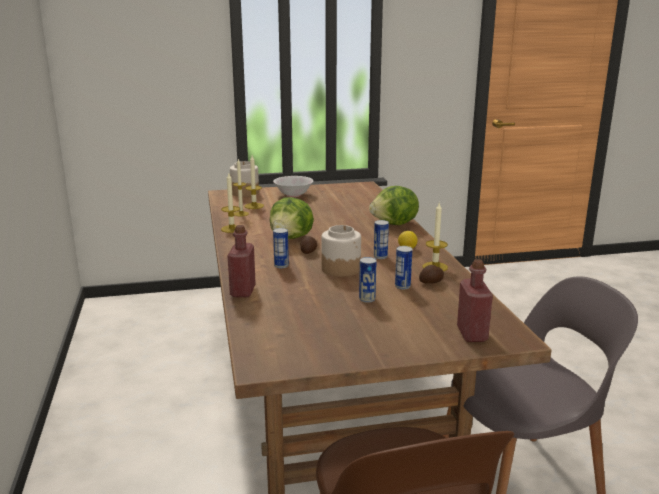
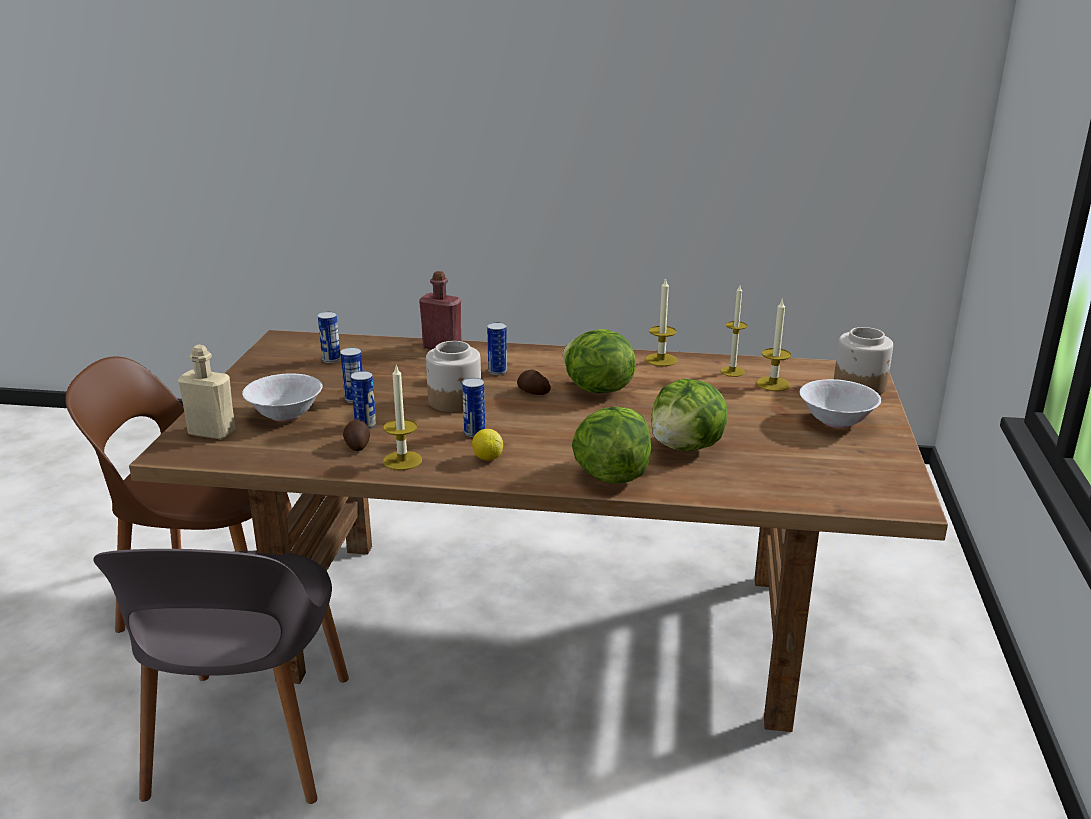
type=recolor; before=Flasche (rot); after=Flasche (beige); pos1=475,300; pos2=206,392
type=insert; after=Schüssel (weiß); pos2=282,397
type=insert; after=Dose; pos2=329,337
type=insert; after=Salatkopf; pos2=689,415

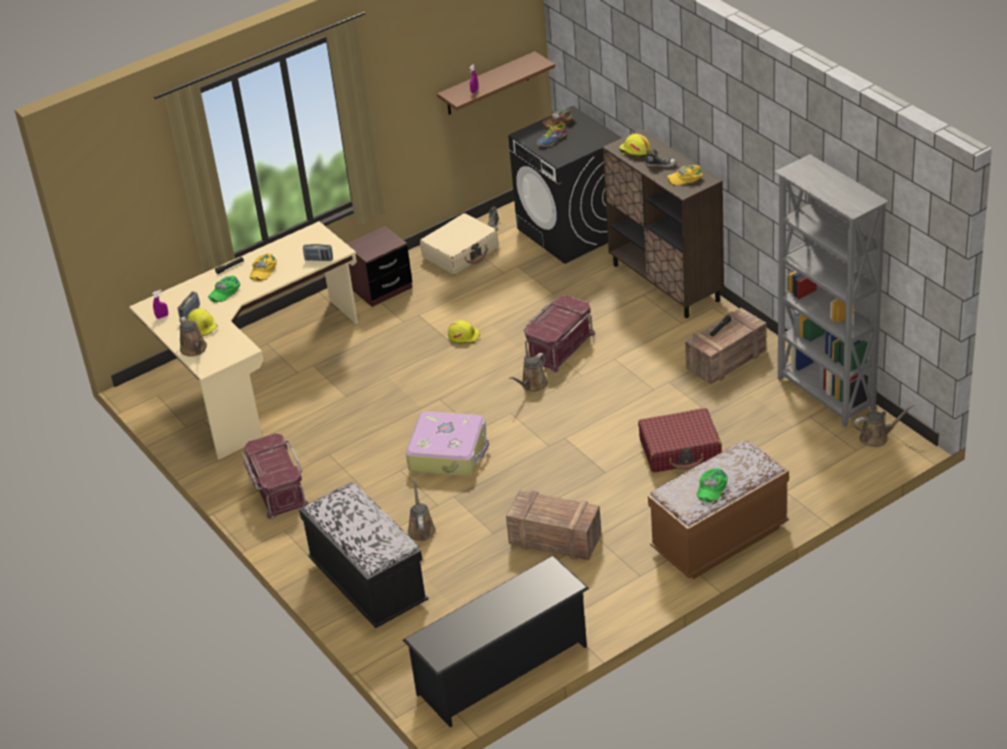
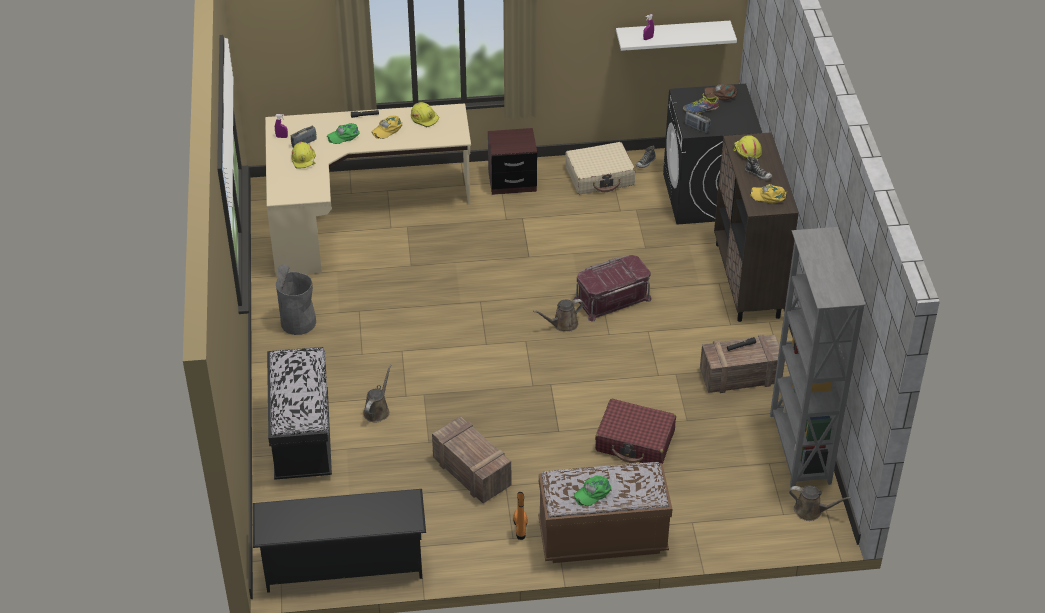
type=replace; before=Aufbewahrungsbox (rot); after=Mülleimer (grau); pos1=275,476; pos2=296,299
type=move; before=Schutzhelm (gelb); pos1=464,332; pos2=425,114
type=insert; after=Stiefel (orange); pos2=520,516
type=recolor; before=Wandregal (braun); after=Wandregal (weiß); pos1=496,83; pos2=676,36
type=move; before=Radio; pos1=318,252; pos2=698,121
type=delete; before=Gießkanne (braun); pos1=193,336
type=delete; before=Koffer; pos1=447,443

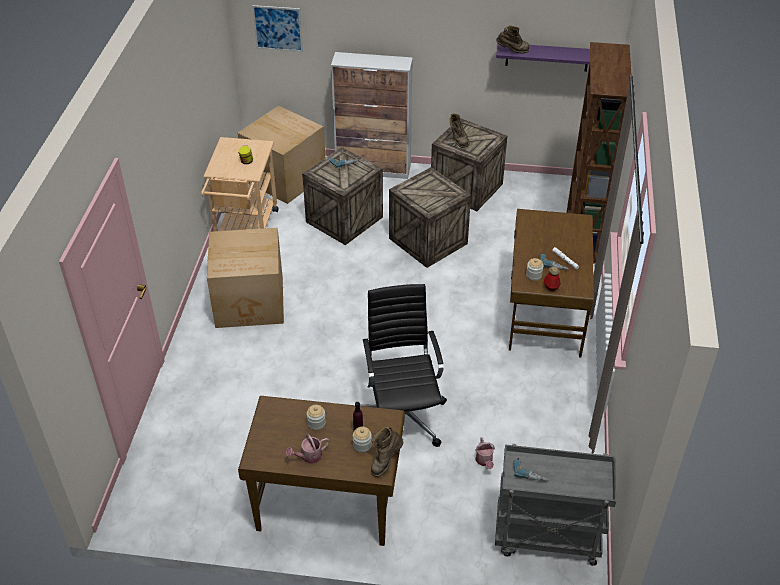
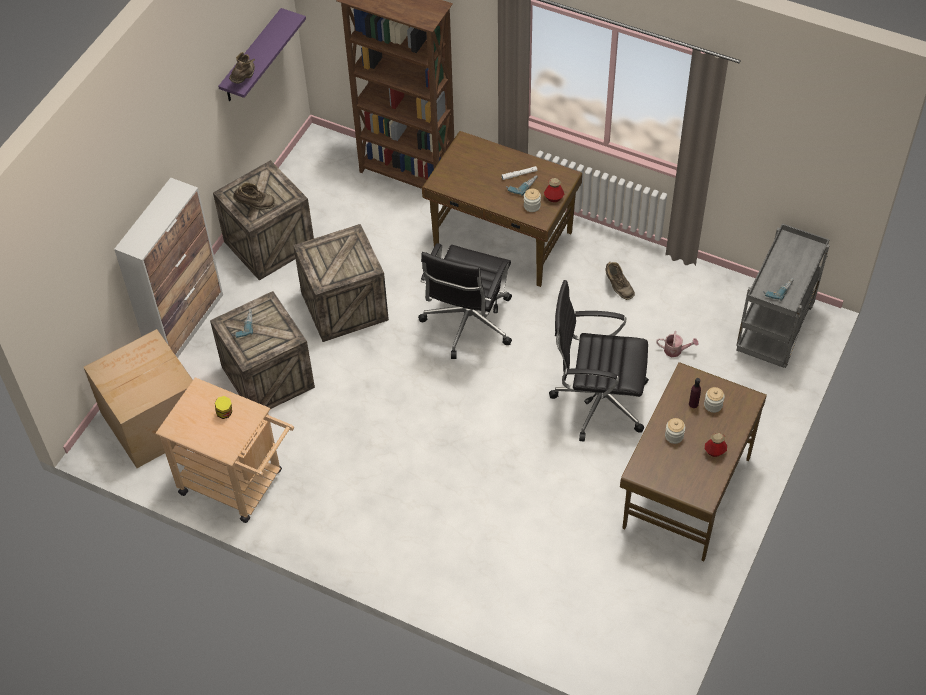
type=insert; after=Bürostuhl (schwarz); pos2=465,301
type=move; before=Stiefel (braun); pos1=387,452; pos2=620,281
type=replace; before=Gießkanne; after=Flasche; pos1=307,449; pos2=716,444
type=delete; before=Karton; pos1=245,278
type=delete; before=Bild; pos1=277,28

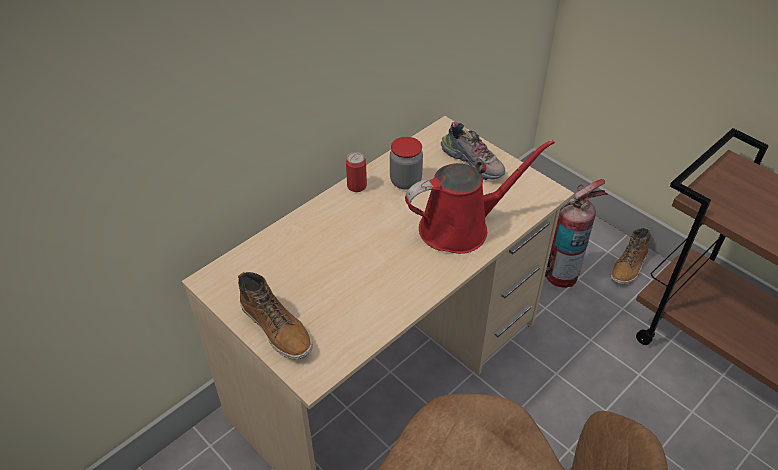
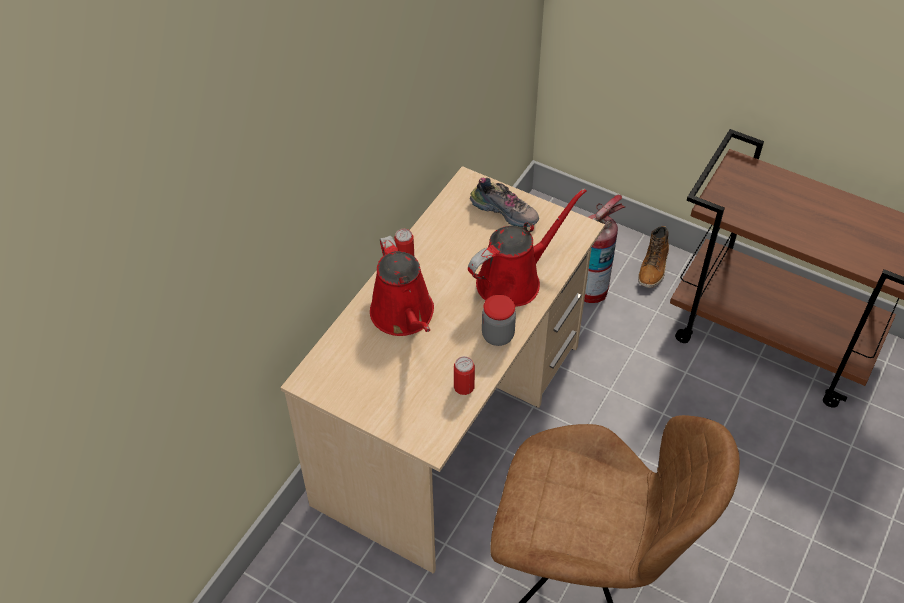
type=insert; after=Gießkanne (rot); pos2=402,286
type=insert; after=Dose; pos2=464,375
type=move; before=Vorratsglas; pos1=406,163; pos2=499,320
type=delete; before=Stiefel; pos1=275,316

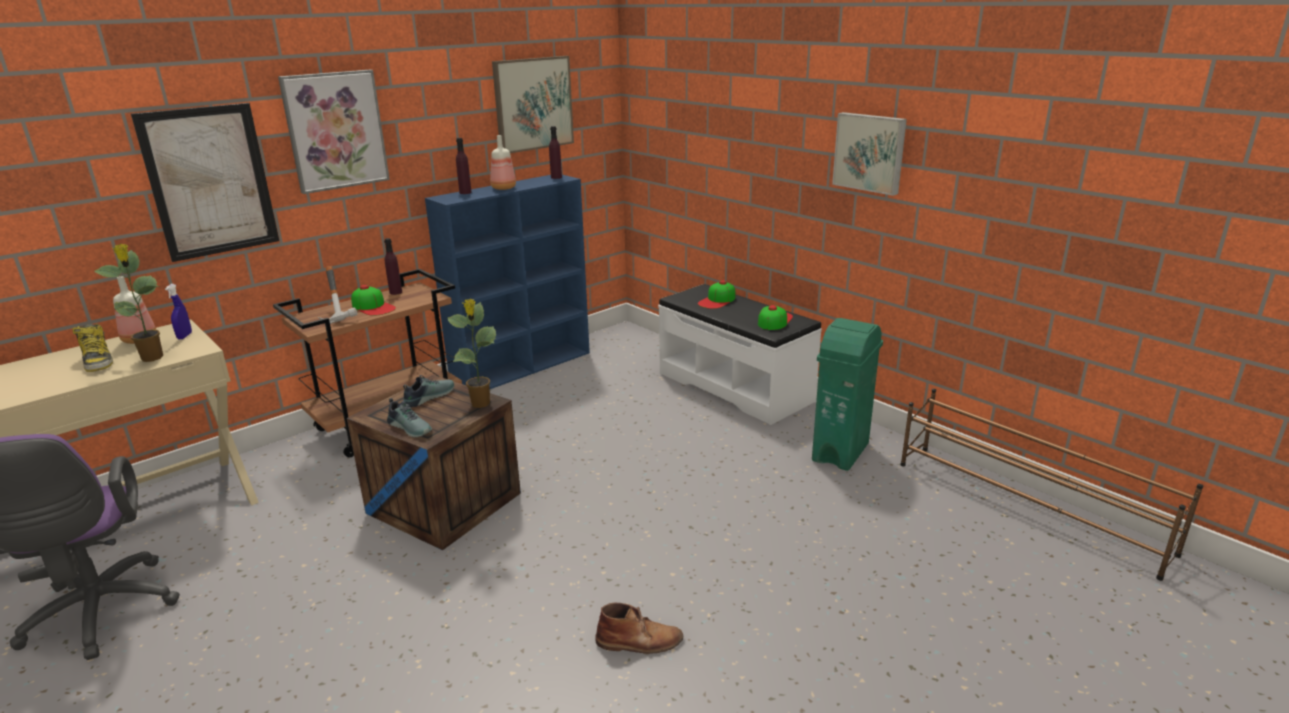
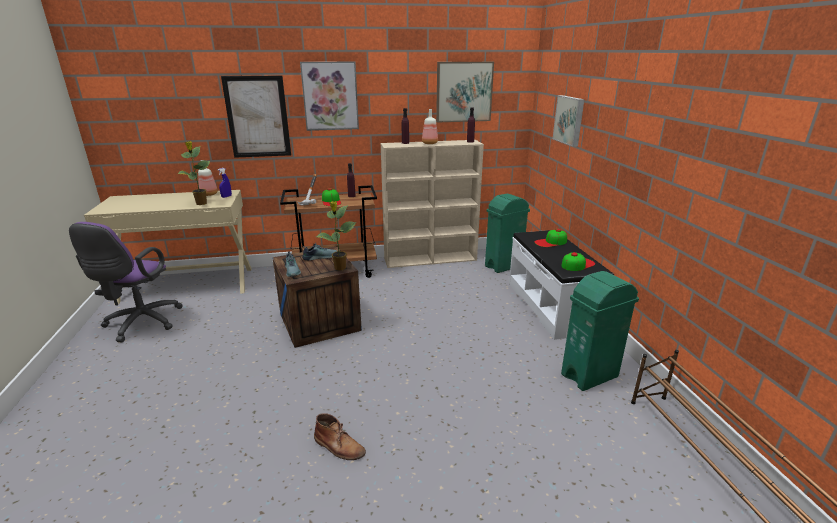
type=recolor; before=Bücherregal (blau); after=Bücherregal (beige); pos1=507,282; pos2=432,204
type=insert; after=Mülleimer (grün); pos2=507,233
type=move; before=Bild; pos1=869,154; pos2=569,121
type=delete; before=Stiefel; pos1=92,348

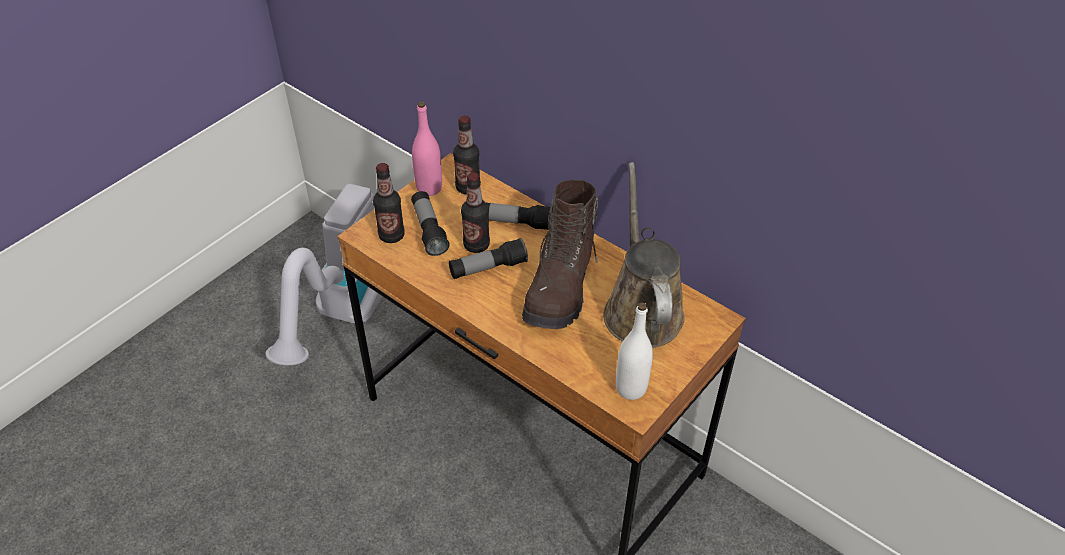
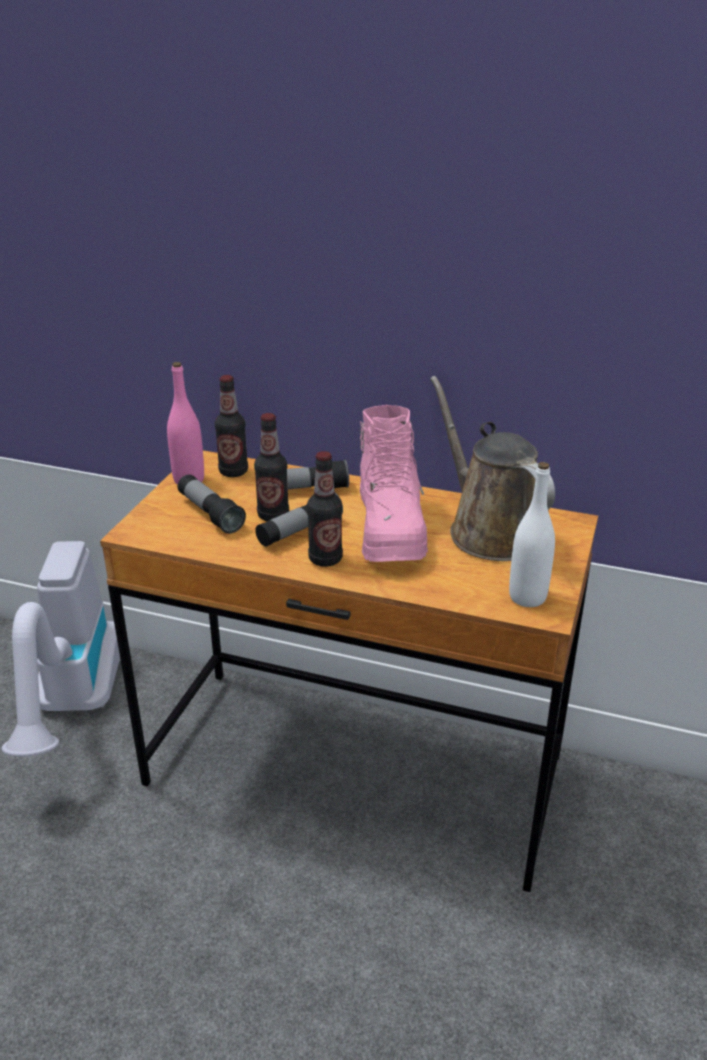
type=move; before=Flasche; pos1=389,203; pos2=325,509
type=recolor; before=Stiefel (braun); after=Stiefel (rosa); pos1=561,254; pos2=394,483

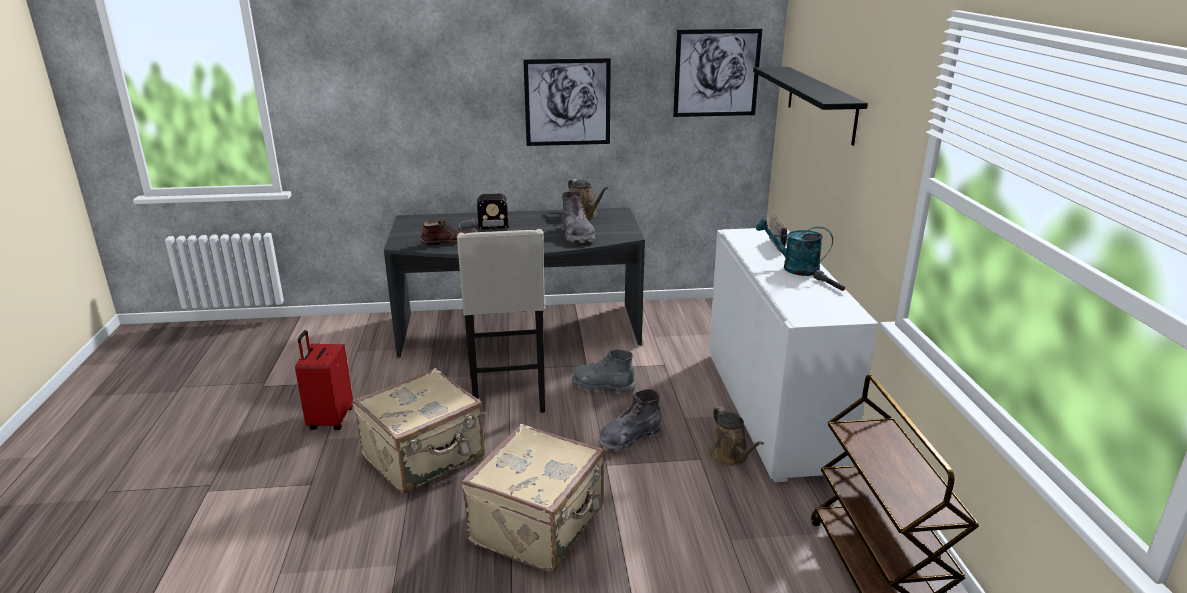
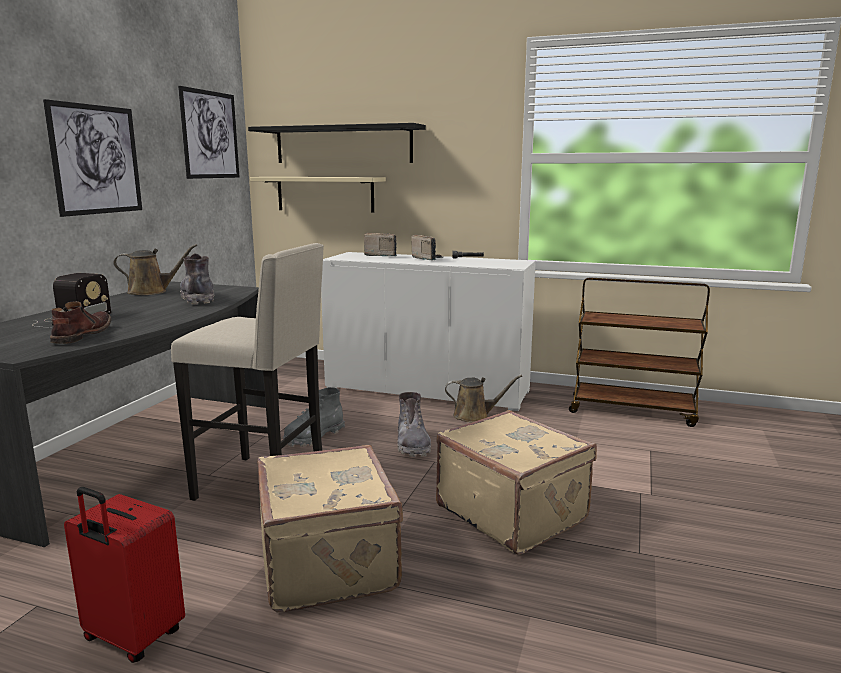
type=rotate; before=Stiefel (grau); pos1=578,217; pos2=197,279; turn=-120
type=insert; after=Wandregal (beige); pos2=318,194
type=replace; before=Gießkanne (türkis); after=Radio; pos1=794,247; pos2=427,247

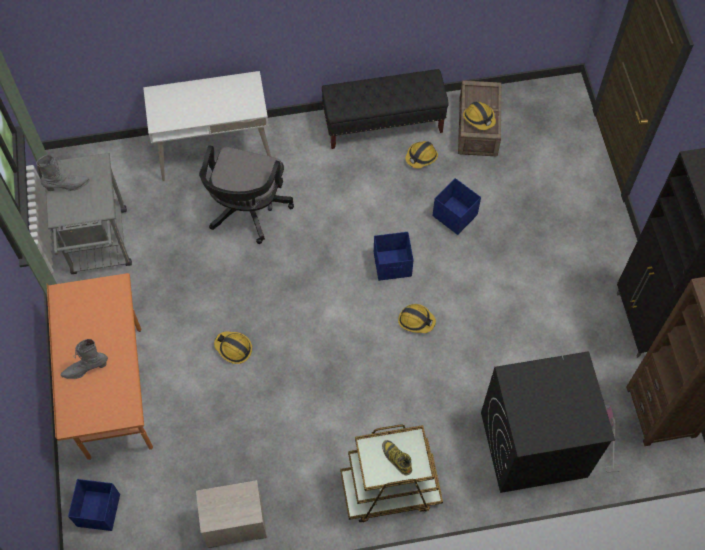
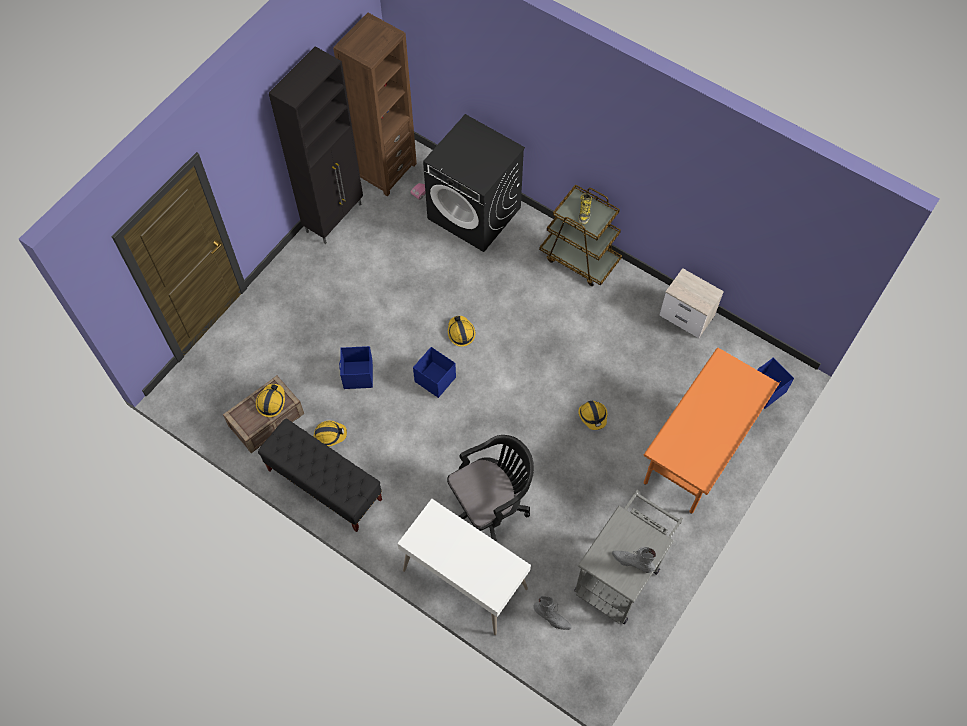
type=move; before=Stiefel (grau); pos1=84,359; pos2=553,613

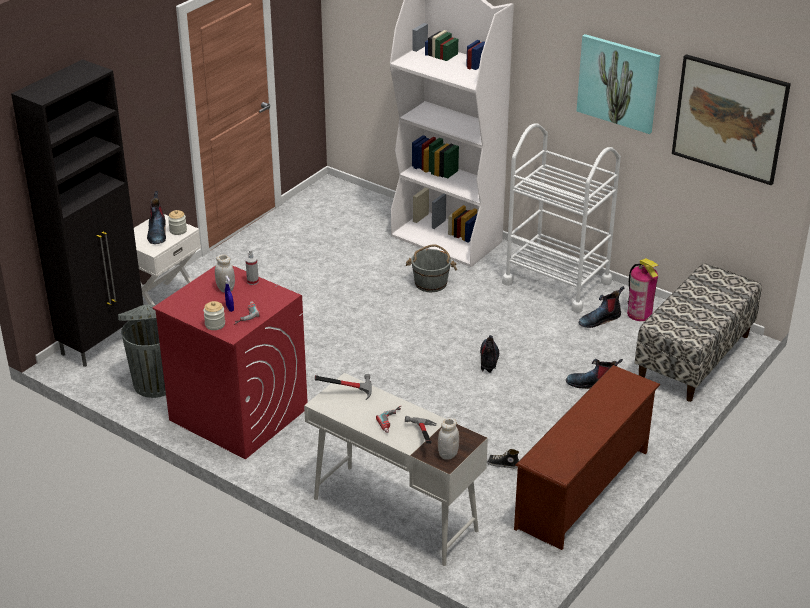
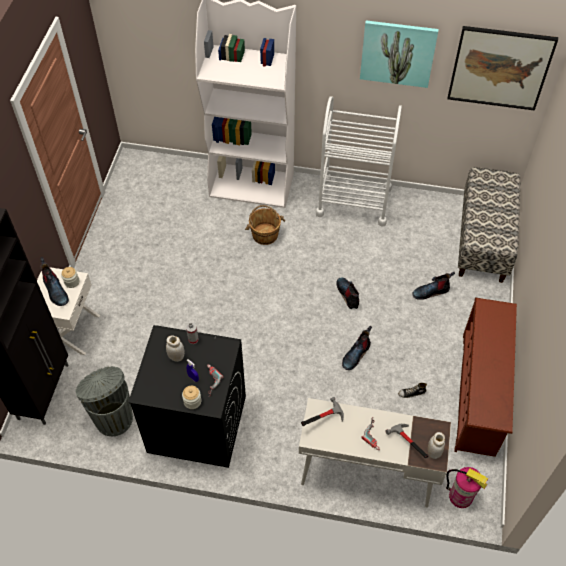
type=recolor; before=Waschmaschine (rot); after=Waschmaschine (schwarz); pos1=230,362; pos2=187,396
type=recolor; before=Eimer (grau); after=Eimer (braun); pos1=431,268; pos2=265,225
type=move; before=Stiefel; pos1=602,307; pos2=357,348
type=move; before=Feuerlöscher; pos1=643,289; pos2=467,487

